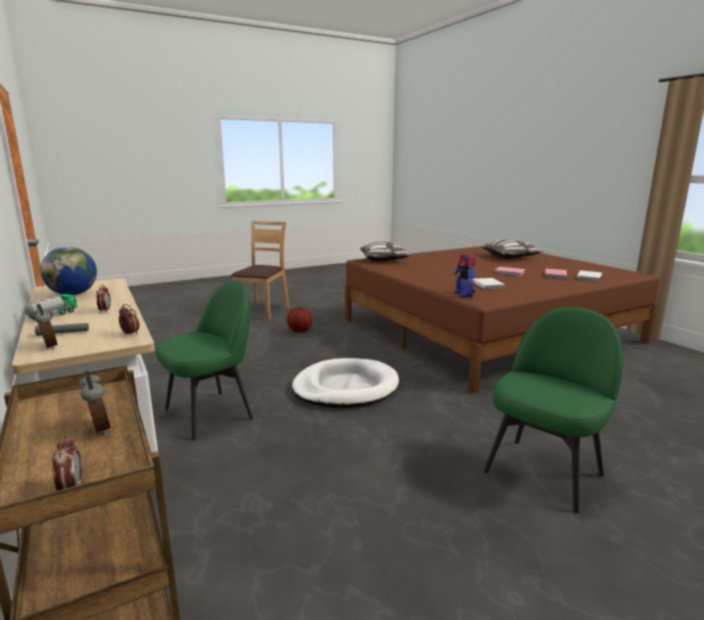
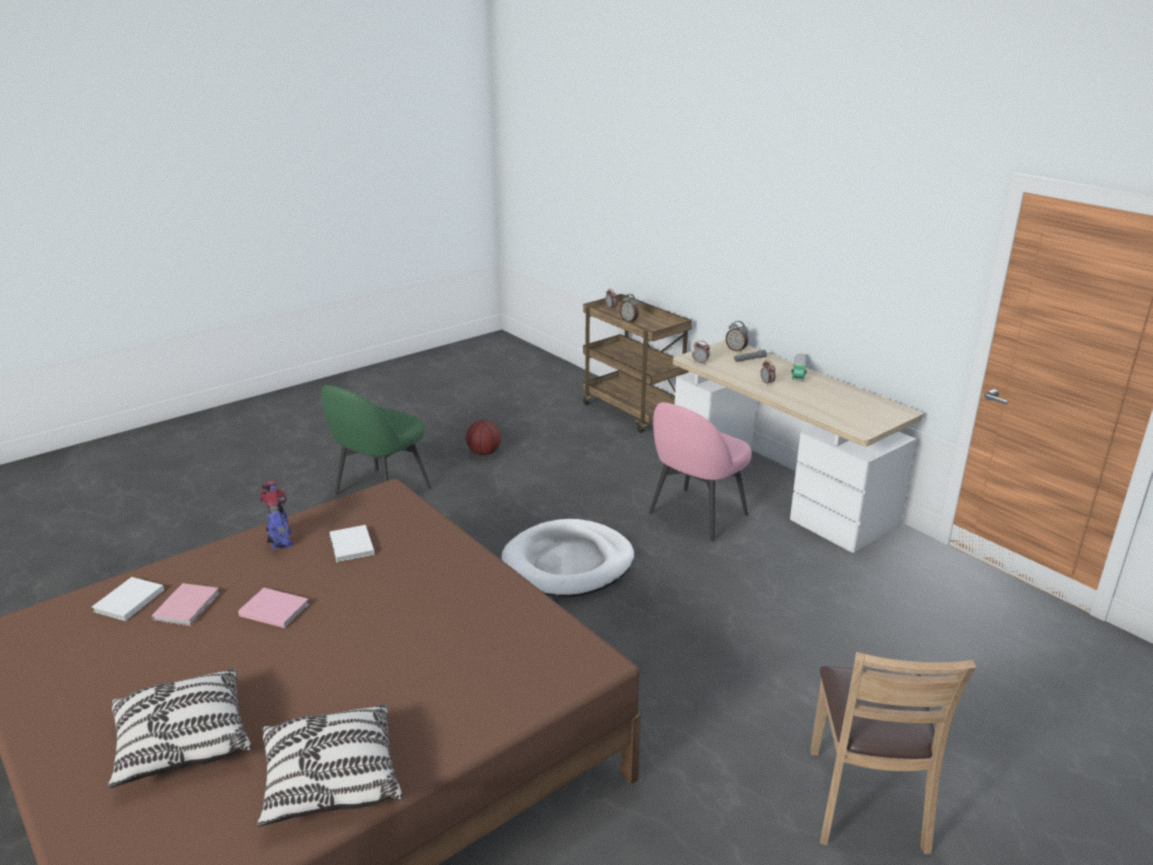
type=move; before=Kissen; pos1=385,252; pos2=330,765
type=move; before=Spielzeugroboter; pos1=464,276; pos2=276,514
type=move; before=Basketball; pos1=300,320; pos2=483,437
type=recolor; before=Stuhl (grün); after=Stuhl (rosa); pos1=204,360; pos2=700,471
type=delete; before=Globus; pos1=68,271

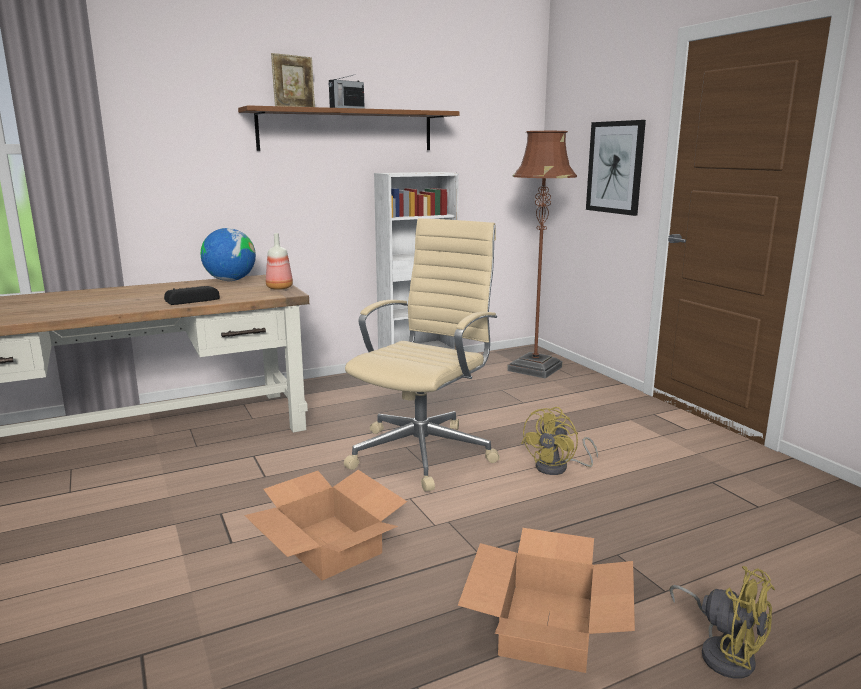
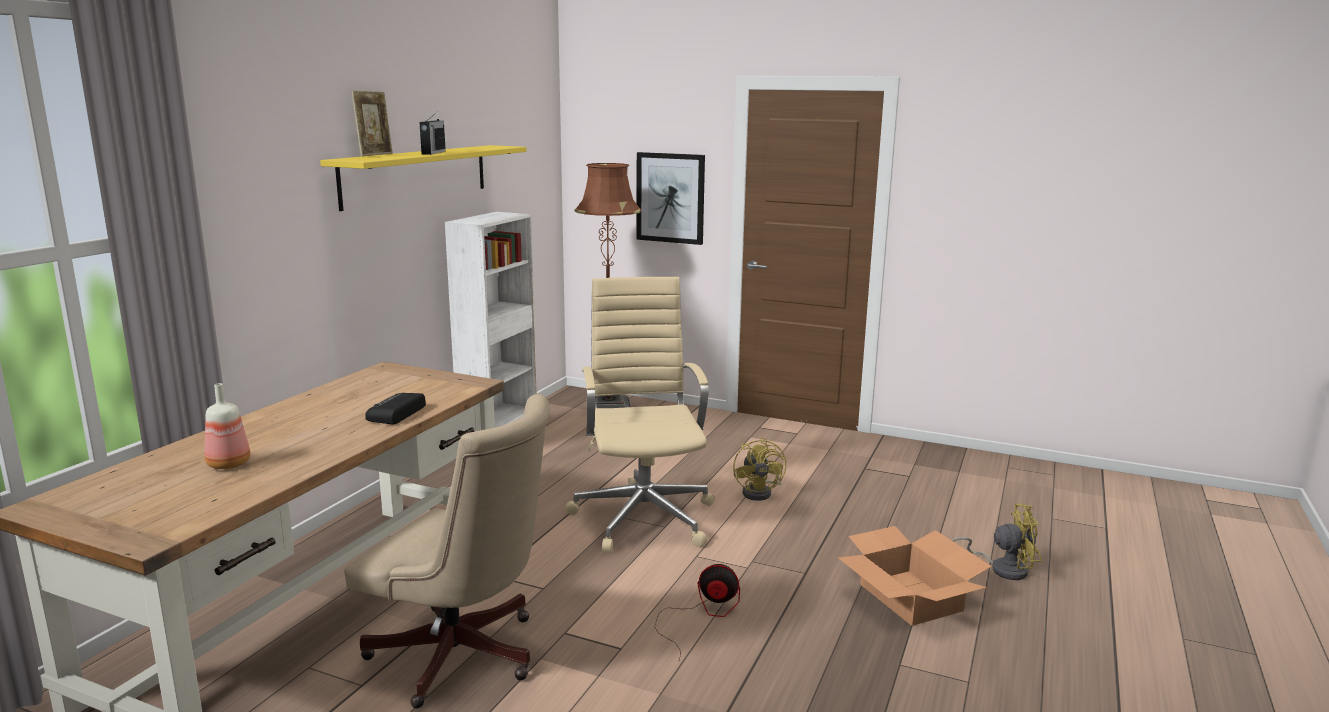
type=move; before=Flasche; pos1=279,261; pos2=227,426
type=recolor; before=Wandregal (braun); after=Wandregal (gelb); pos1=349,128; pos2=423,178
type=insert; after=Bürostuhl (beige); pos2=447,551
type=replace; before=Karton; after=Ventilator; pos1=325,525; pos2=697,612
type=delete; before=Globus; pos1=228,254

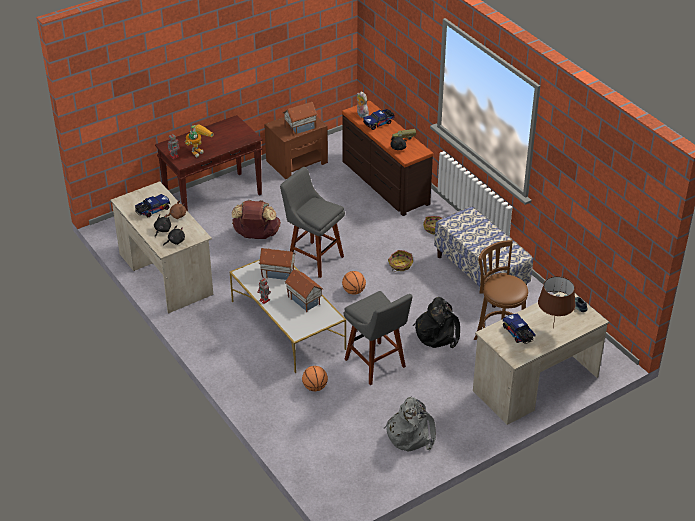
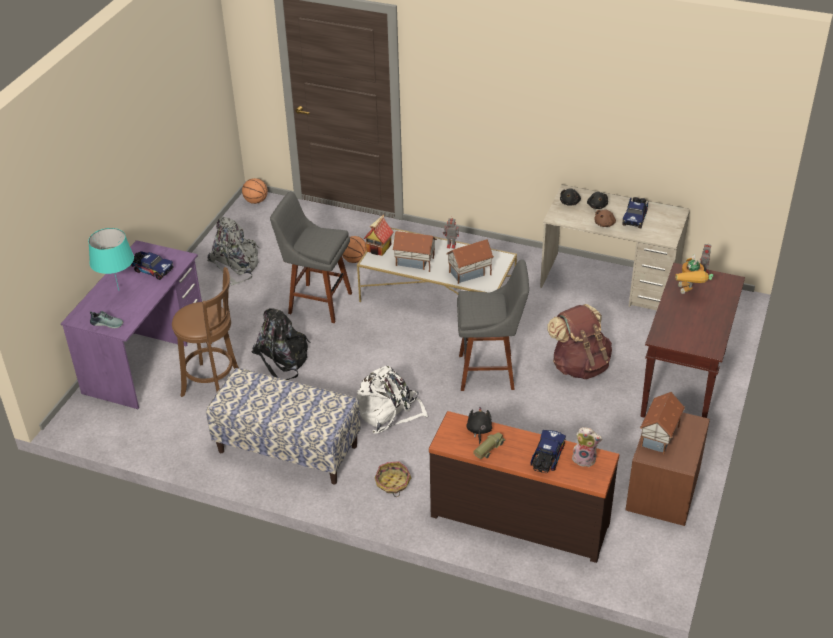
type=recolor; before=Schreibtisch (beige); after=Schreibtisch (lila); pos1=541,358; pos2=131,324
type=recolor; before=Tischlampe (braun); after=Tischlampe (türkis); pos1=556,302; pos2=111,259
type=move; before=Basketball; pos1=354,283; pos2=255,191
type=replace; before=Korb; after=Rucksack (weiß); pos1=400,261; pos2=392,400
type=insert; after=Spielzeughaus; pos2=379,235

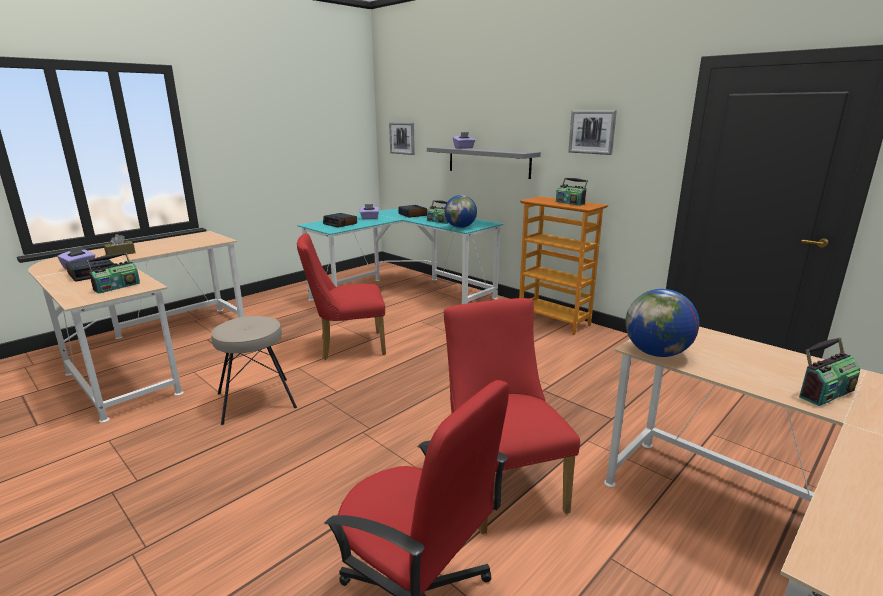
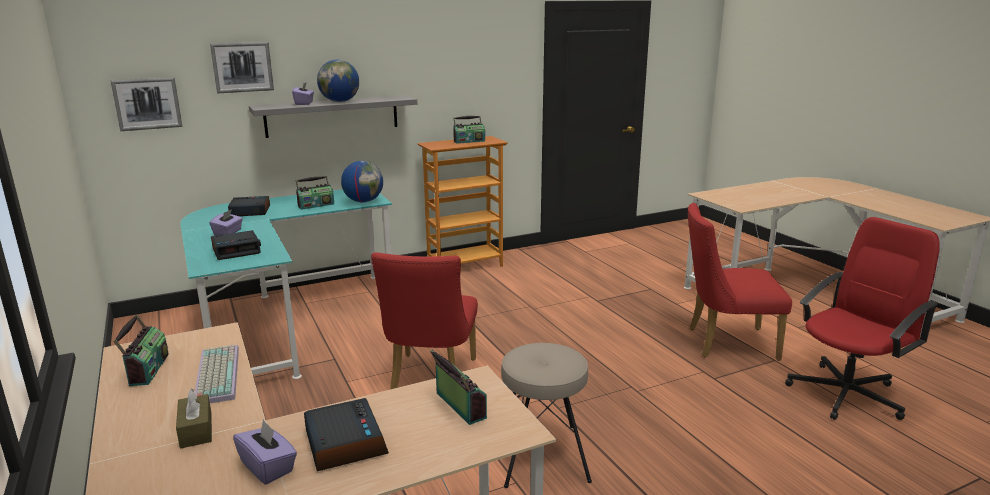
type=move; before=Radio; pos1=829,372; pos2=141,350
type=insert; after=Tastatur; pos2=217,373
type=move; before=Bild; pos1=592,133; pos2=242,67
type=move; before=Globus; pos1=662,323; pos2=338,81

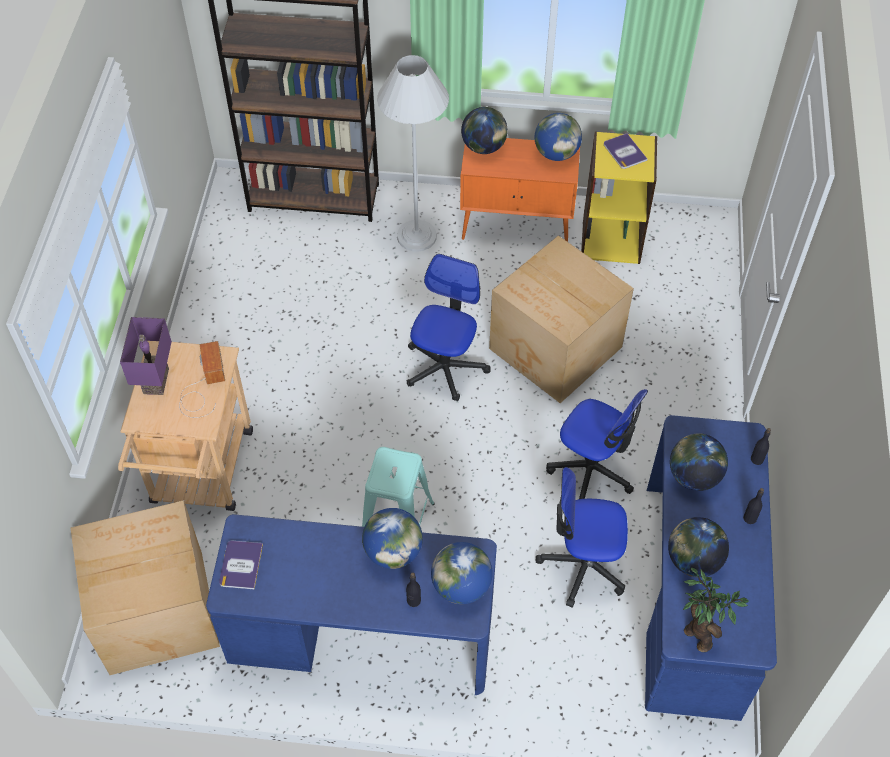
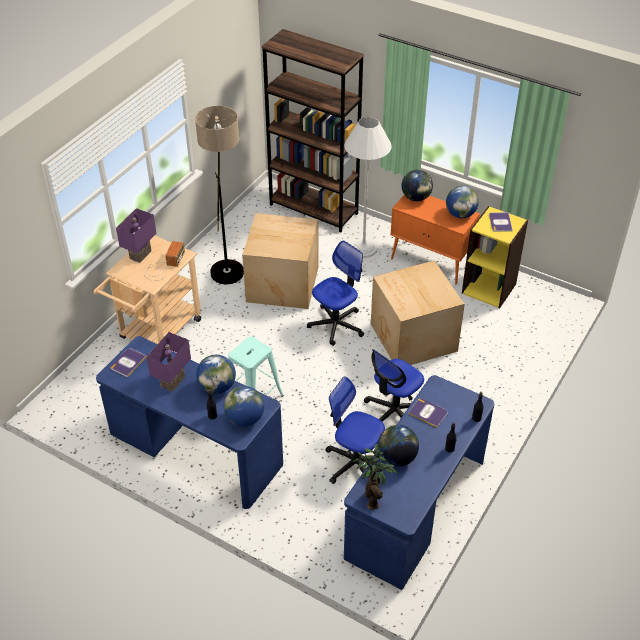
type=insert; after=Tischlampe (lila); pos2=169,362
type=insert; after=Stehlampe; pos2=219,195
type=move; before=Karton; pos1=145,587; pos2=280,261
type=rotate; before=Bürostuhl; pos1=597,444; pos2=394,385; turn=75
type=replace; before=Globus; after=Buch; pos1=699,462; pos2=428,413

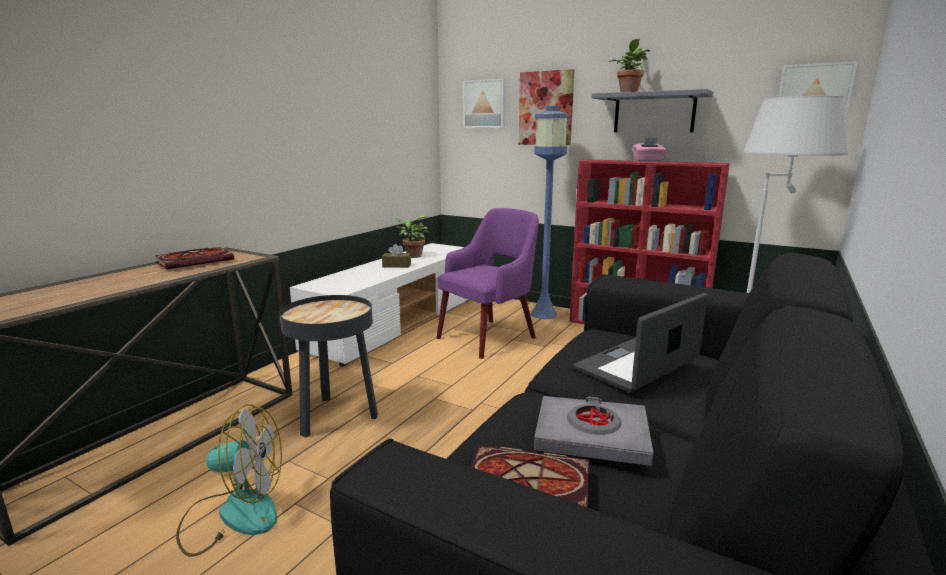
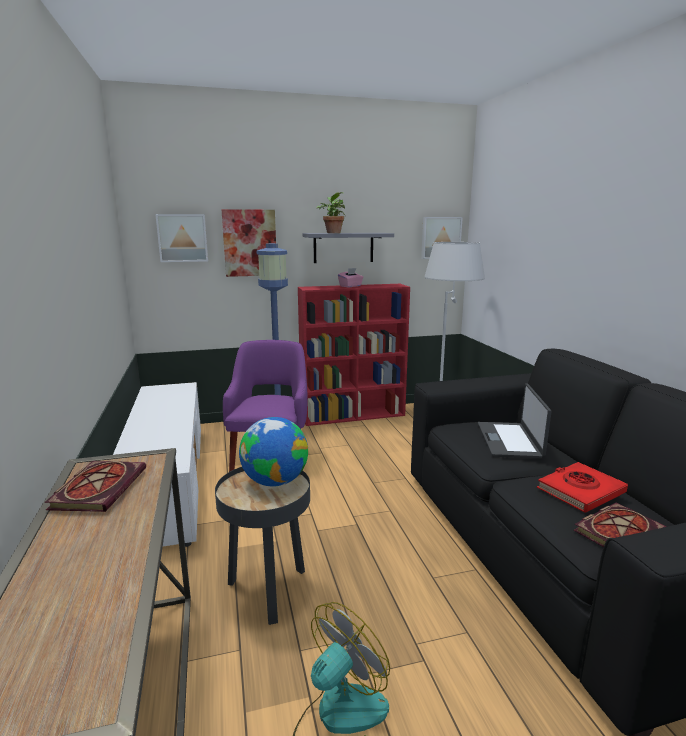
type=insert; after=Globus; pos2=273,452
type=recolor; before=Buch (grau); after=Buch (rot); pos1=593,431; pos2=582,487
type=delete; before=Taschentuchbox (braun); pos1=396,256
type=delete; before=Topfpflanze; pos1=412,237

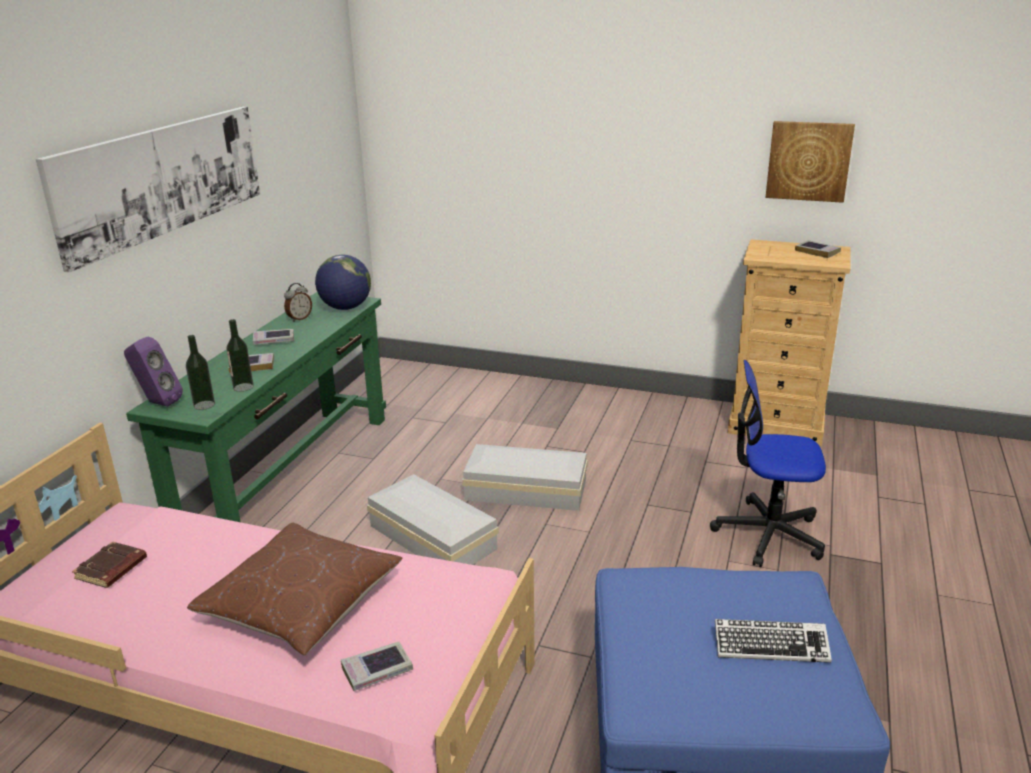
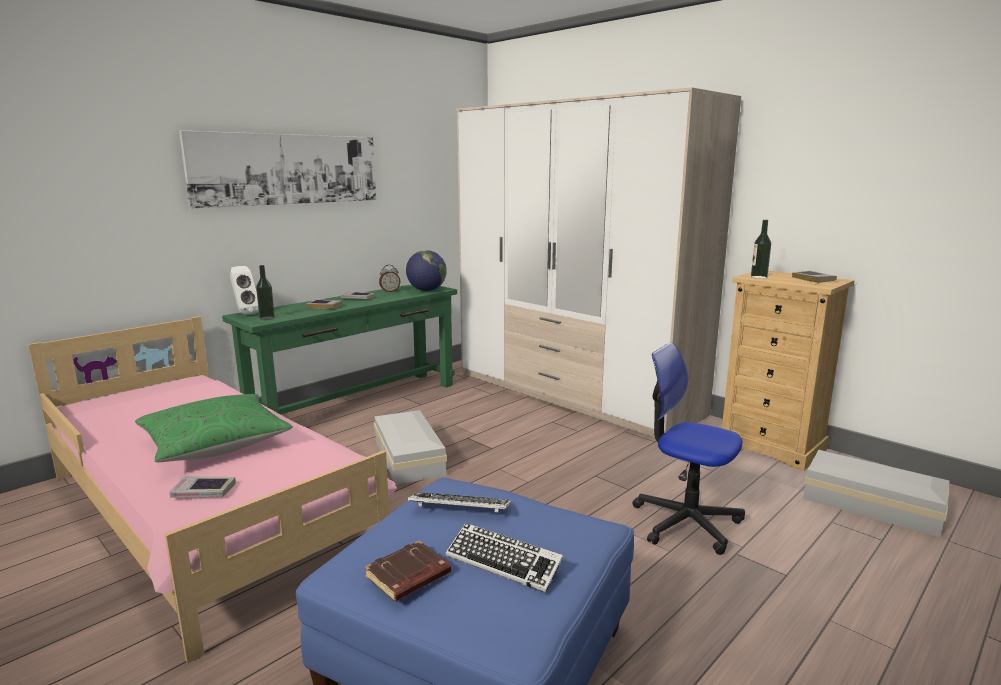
type=recolor; before=Kissen (braun); after=Kissen (grün); pos1=294,589; pos2=214,428
type=recolor; before=Lautsprecher (lila); after=Lautsprecher (weiß); pos1=153,371; pos2=244,290
type=move; before=Buch (braun); pos1=109,564; pos2=407,571
type=insert; after=Tastatur; pos2=459,502
type=insert; after=Kleiderschrank; pos2=598,262
type=move; before=Flasche; pos1=240,355; pos2=761,249
type=move; before=Aufbewahrungsbox (weiß); pos1=525,477; pos2=876,493
type=delete; before=Bild; pos1=810,162

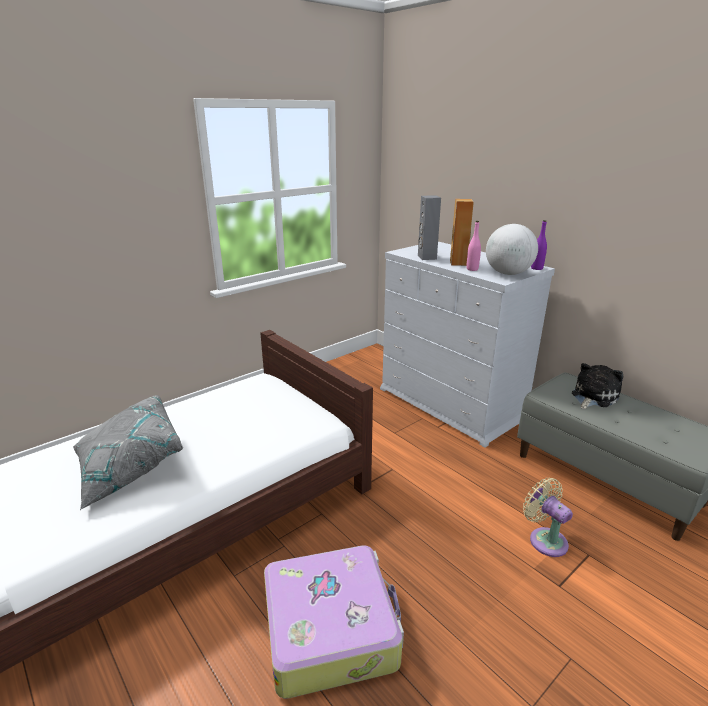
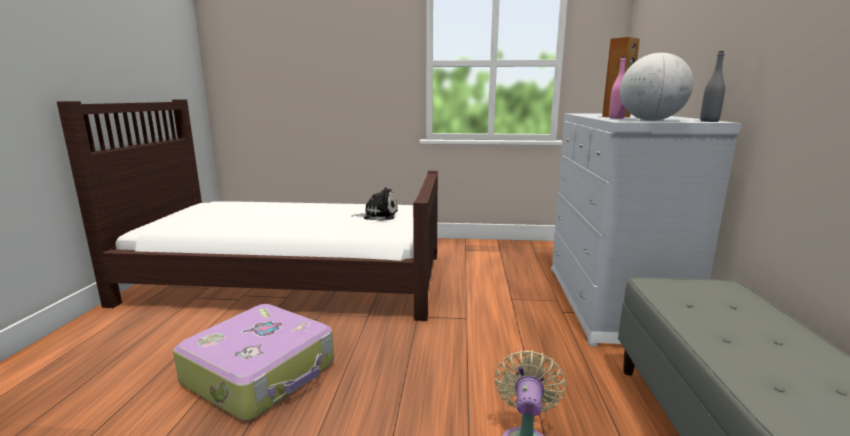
type=move; before=Plüschtier; pos1=597,386; pos2=375,204
type=recolor; before=Flasche (lila); after=Flasche (grau); pos1=539,245; pos2=712,86
type=delete; before=Kissen (grau); pos1=128,452
type=delete; before=Lautsprecher (grau); pos1=429,227

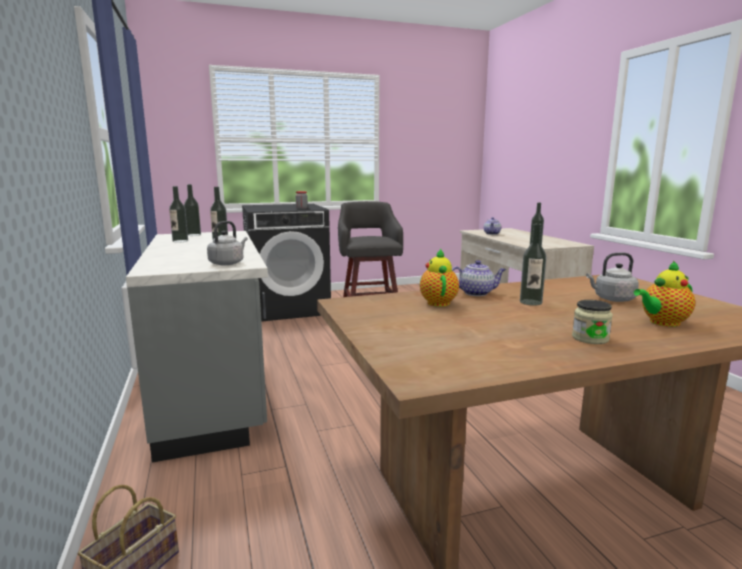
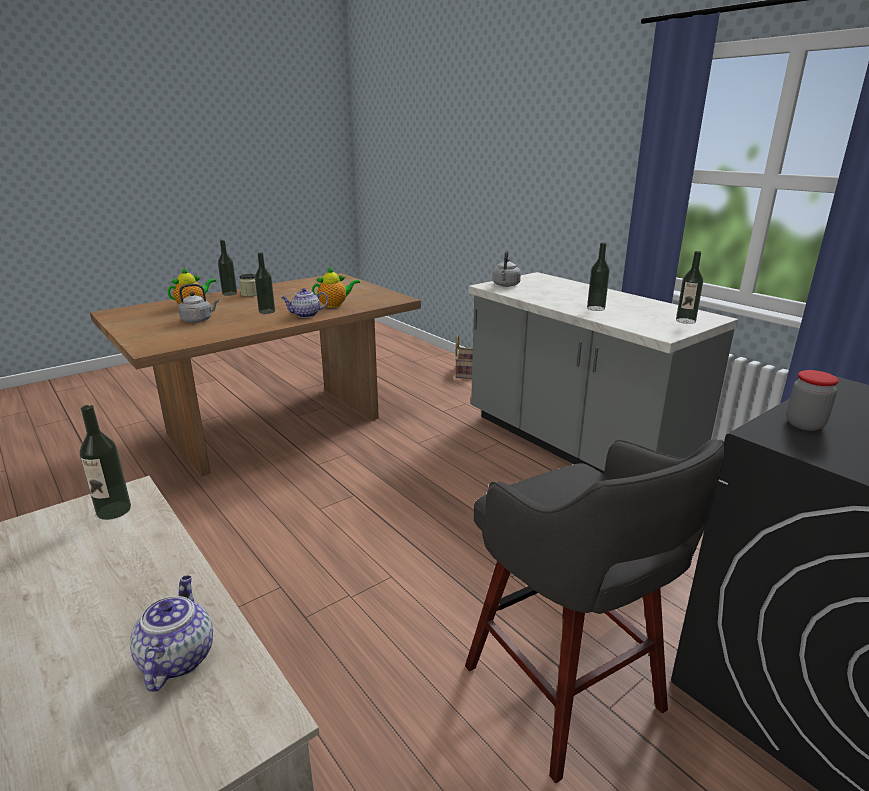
type=move; before=Flasche; pos1=178,214; pos2=227,268
type=rotate; before=Teekanne; pos1=439,277; pos2=336,287; turn=-90

